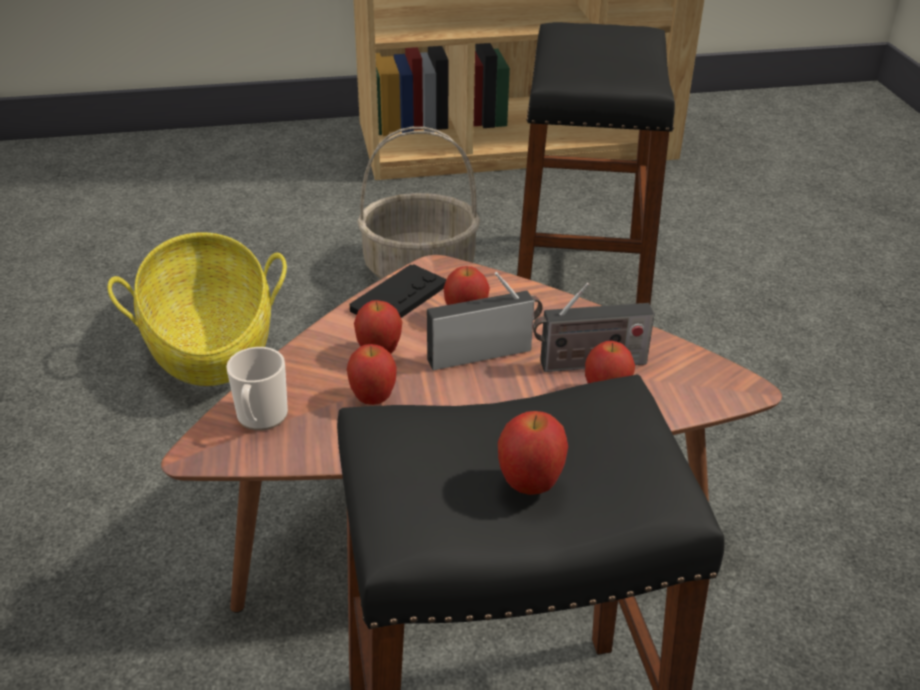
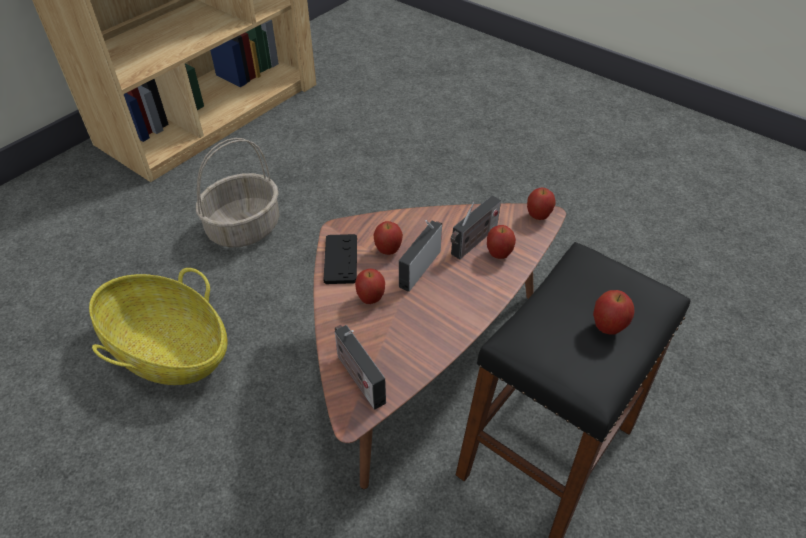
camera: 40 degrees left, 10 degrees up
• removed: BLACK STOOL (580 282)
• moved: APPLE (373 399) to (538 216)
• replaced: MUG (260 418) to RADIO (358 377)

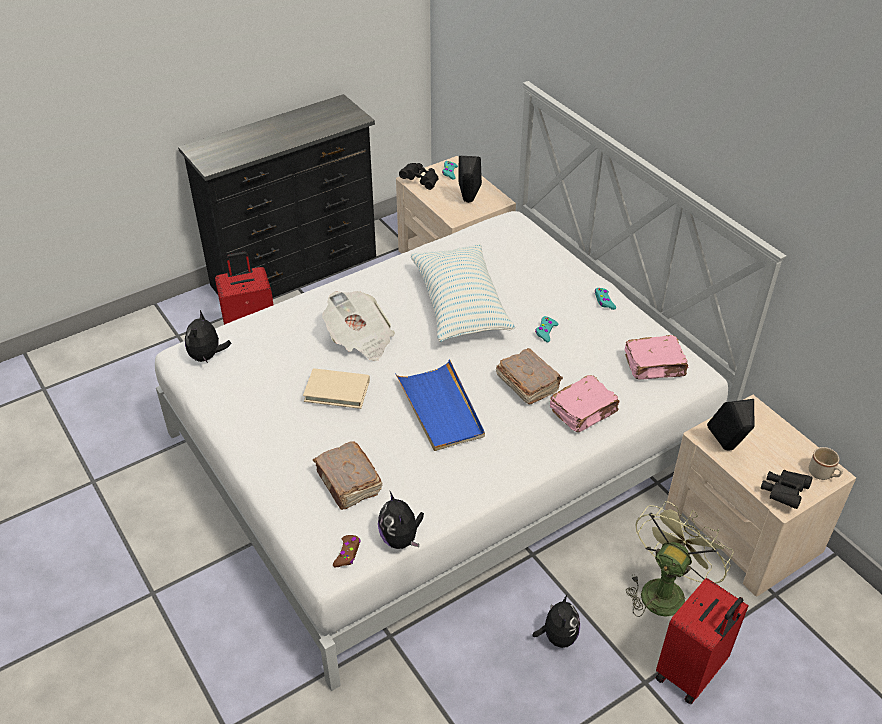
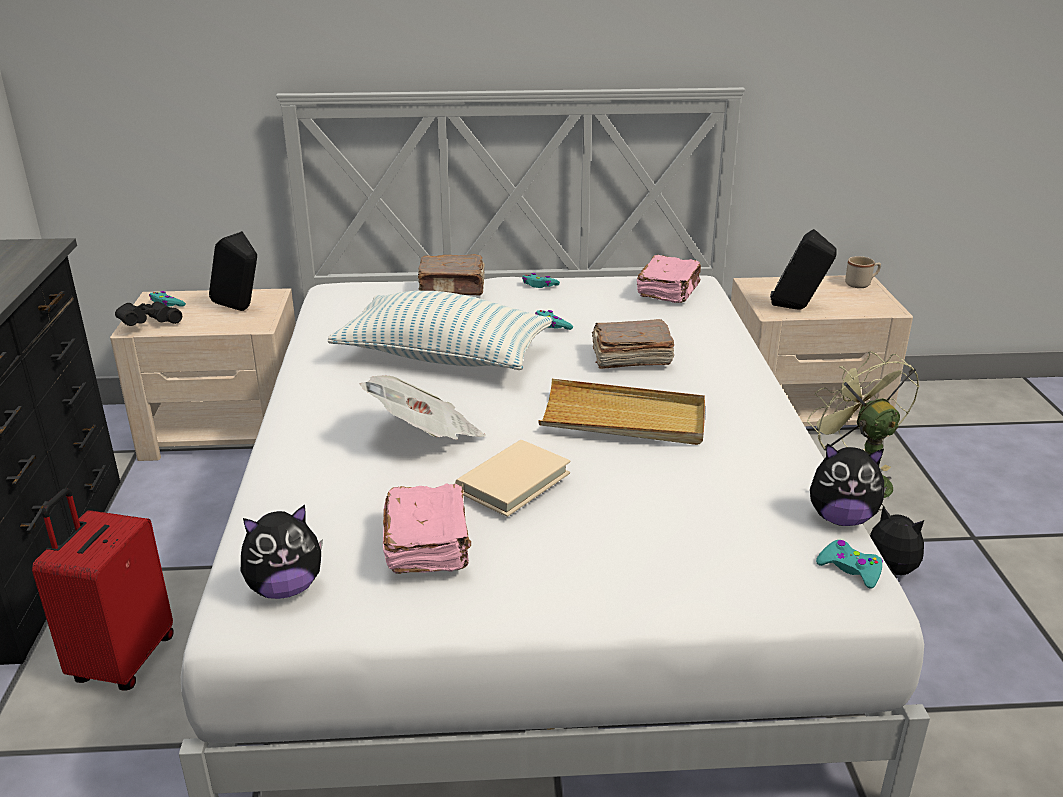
camera: 60 degrees left, 15 degrees down
• removed: RED SUITCASE (691 672)
• removed: BLACK BINOCULARS (783 493)
• moved: BROWN BOOK (348 483) to (453 288)
• moved: PINK BOOK (584 412) to (428 544)
• recoloured: BROWN GAME CONTROLLER (347 554) to TURQUOISE GAME CONTROLLER (850 569)
• recoloured: BLUE TRAY (440 408) to BEIGE TRAY (623 419)
• turned: PLUSH TOY (207 356) = (285 588) 60 degrees counterclockwise

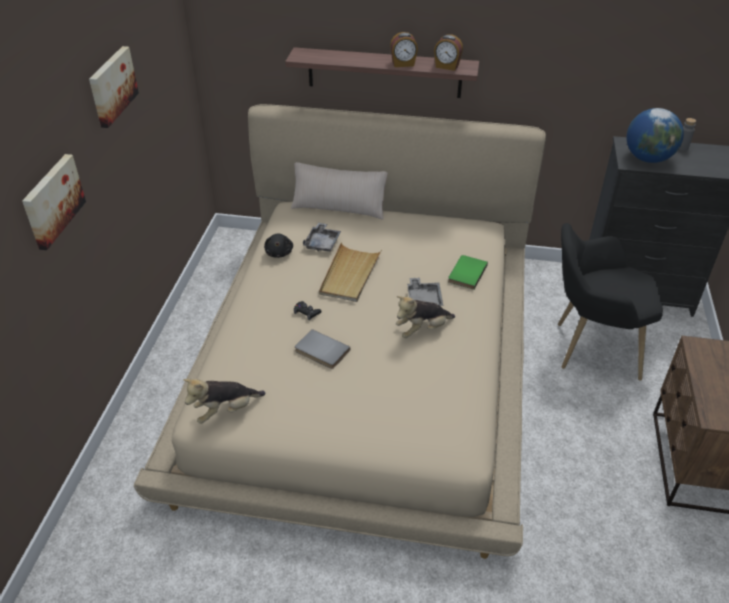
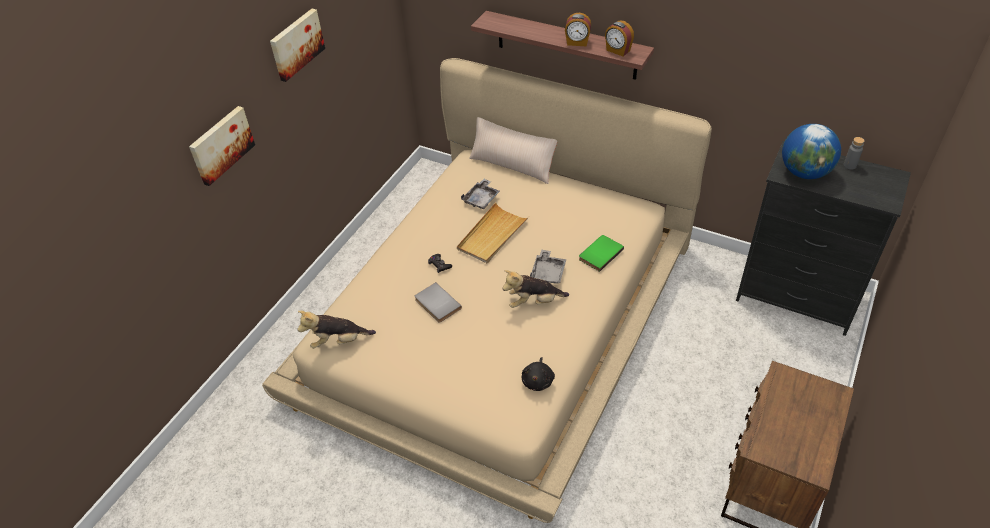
camera: 20 degrees right, 5 degrees up
• removed: BLACK ARMCHAIR (590 348)
• moved: BLACK PLUSH TOY (279 252) to (538 380)

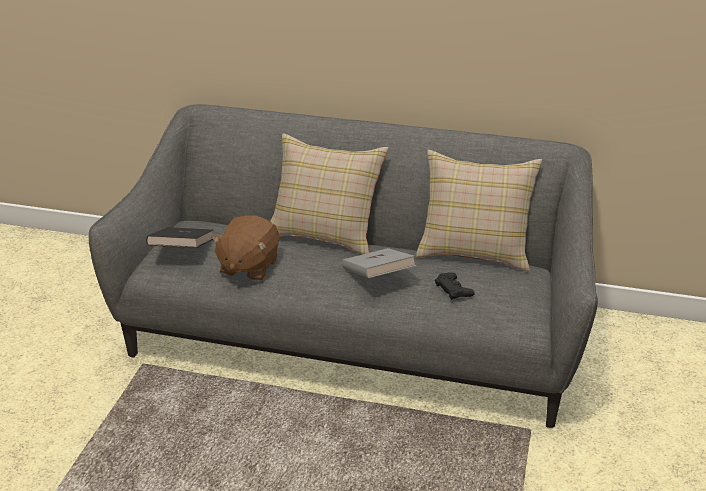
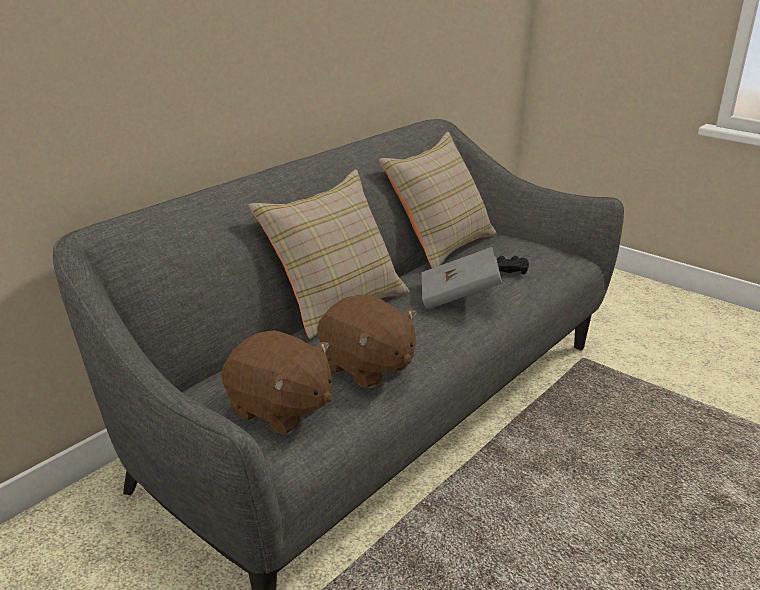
camera: 65 degrees left, 5 degrees down
• replaced: BLACK BOOK (182 252) to BROWN PLUSH TOY (280 409)

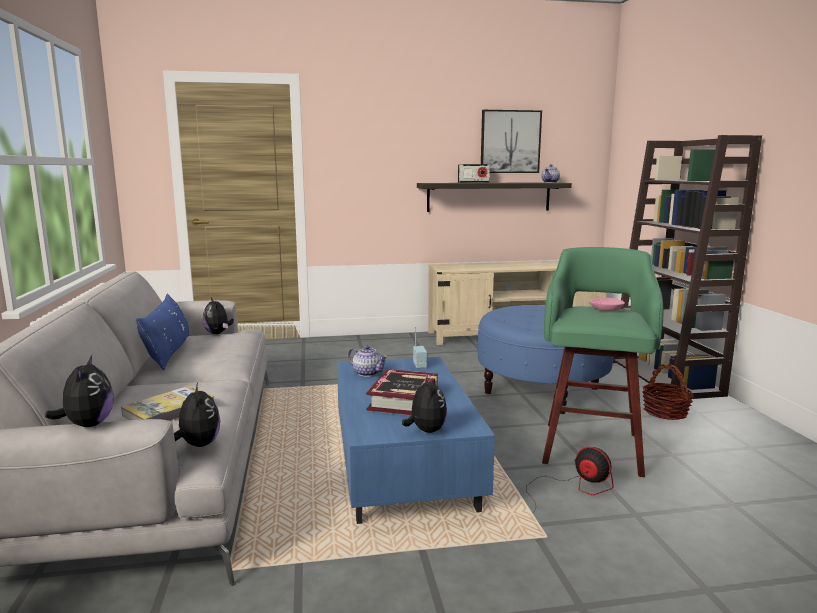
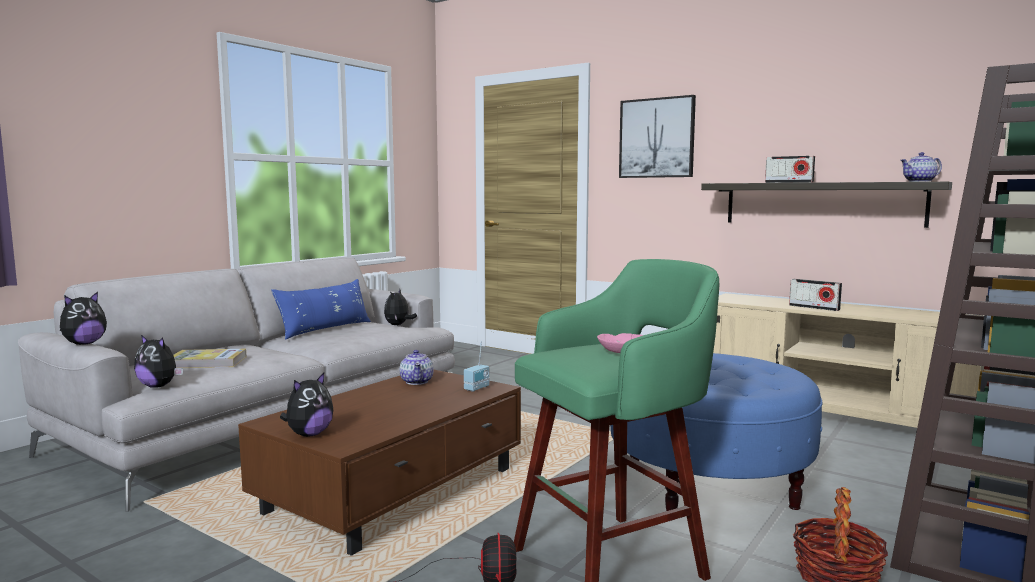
camera: 45 degrees right, 5 degrees down
• removed: BOOK (404 400)
• added: RADIO (814 307)
• moved: PICTURE (510 142) to (657 138)
• recoloured: BLUE COFFEE TABLE (403 464) to BROWN COFFEE TABLE (396 490)
• turned: PLUSH TOY (198 445) = (159 386) 90 degrees clockwise

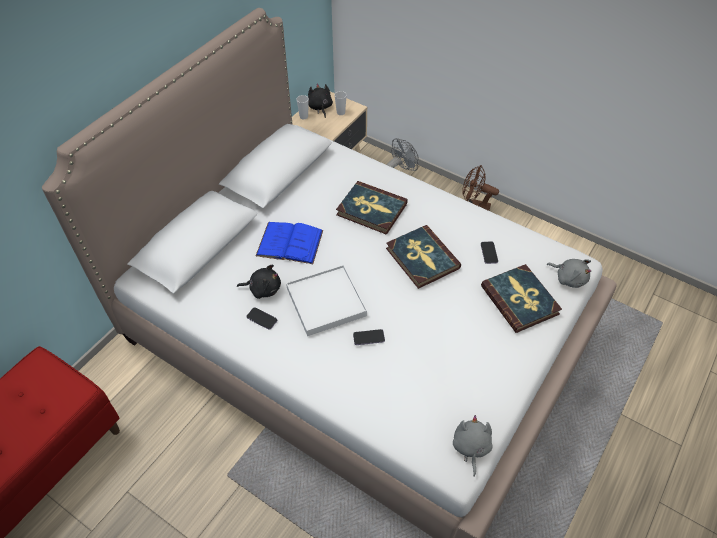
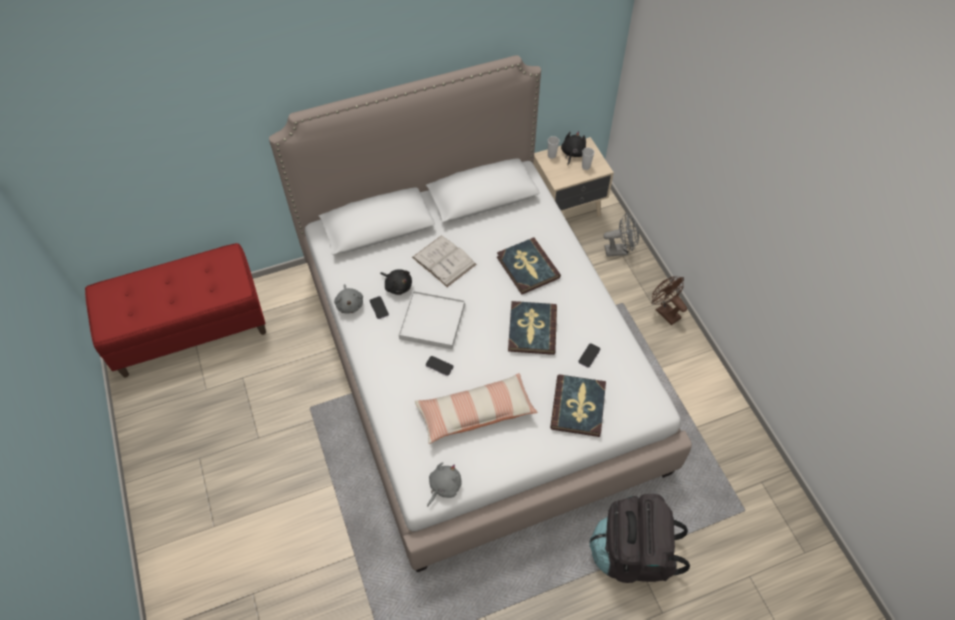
camera: 35 degrees right, 5 degrees up
• added: PILLOW (475 413)
• added: BLACK BACKPACK (632 554)
• moved: GREY PLUSH TOY (569 278) to (350 304)
• recoloured: BLUE BOOK (290 243) to WHITE BOOK (444 261)

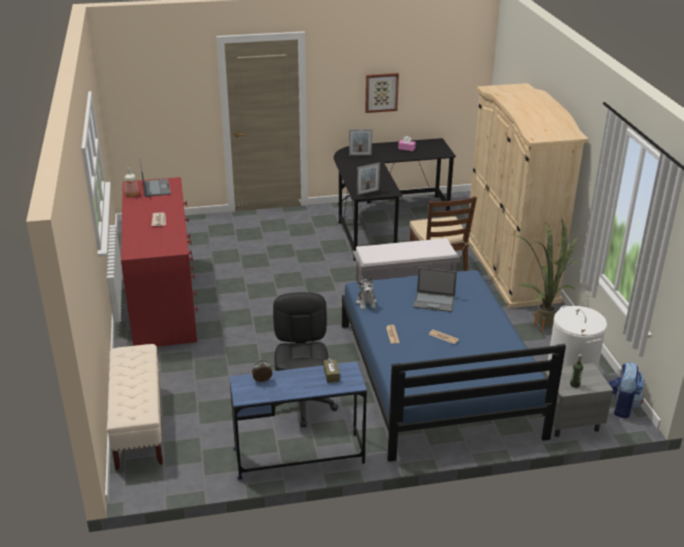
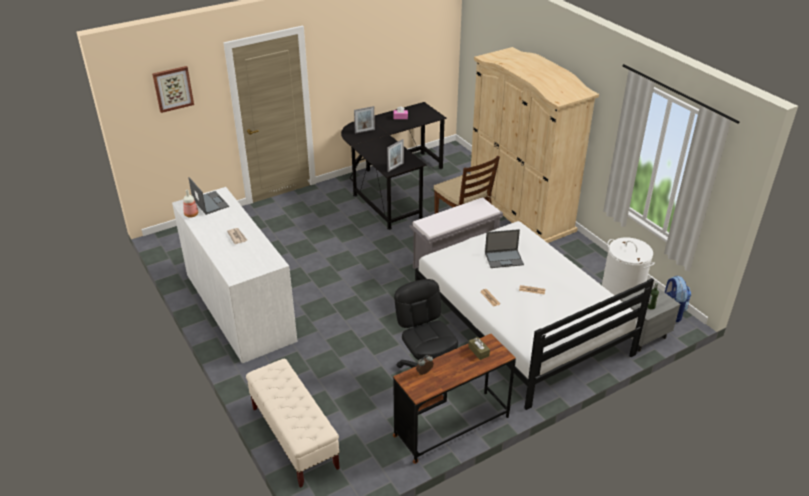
camera: 20 degrees left, 5 degrees up
• removed: PLUSH TOY (366 302)
• removed: POTTED PLANT (541 325)
• moved: PICTURE (381 92) to (173 88)
• recoloured: RED DRESSER (163 299) to WHITE DRESSER (239 306)
• recoloured: BLUE DESK (299 456) to BROWN DESK (452 426)
• recoloured: BLUE BED (436 378) to WHITE BED (520 323)

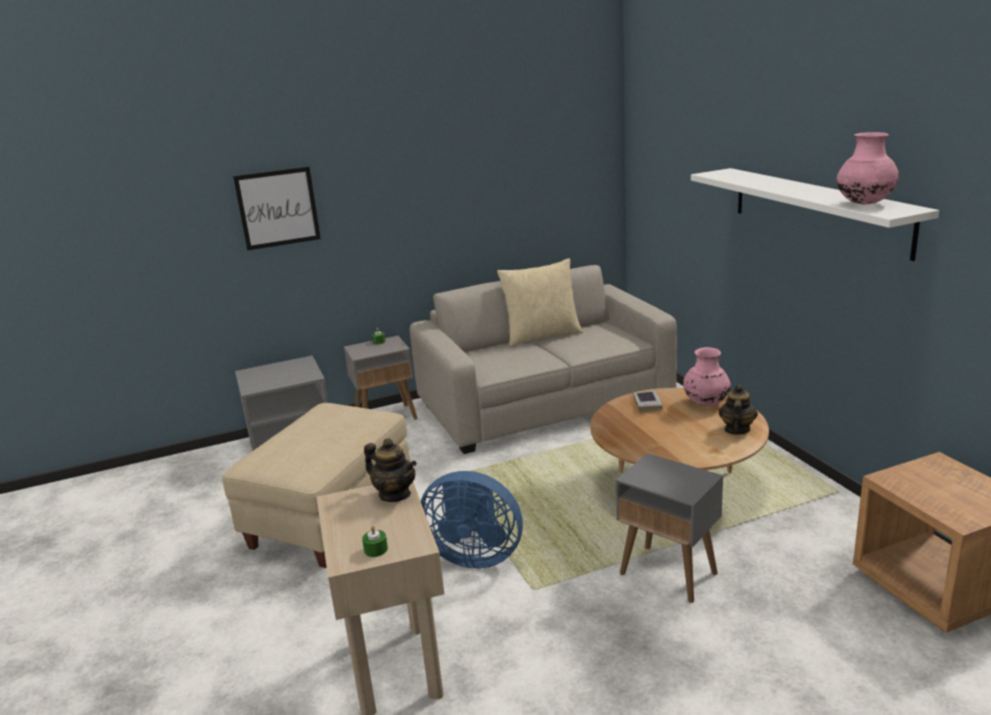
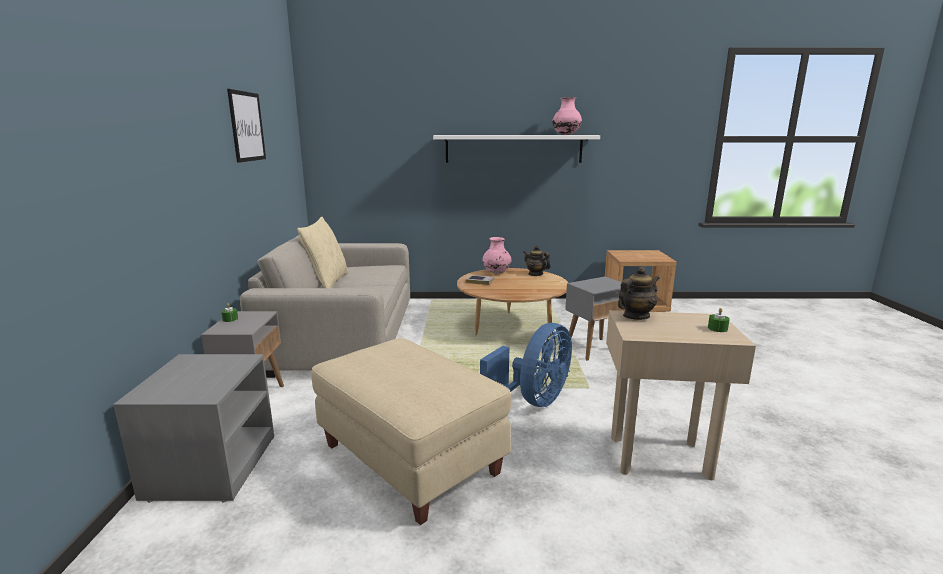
camera: 70 degrees left, 5 degrees down
• moved: PICTURE (278 208) to (247 126)

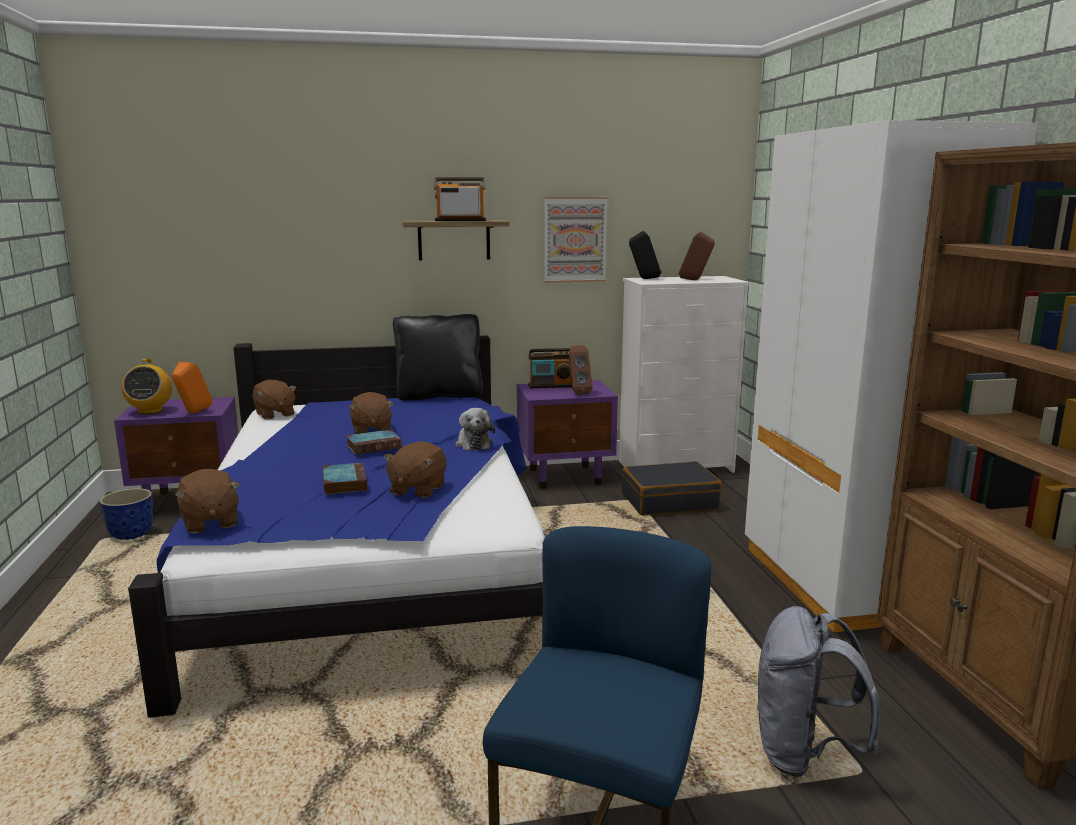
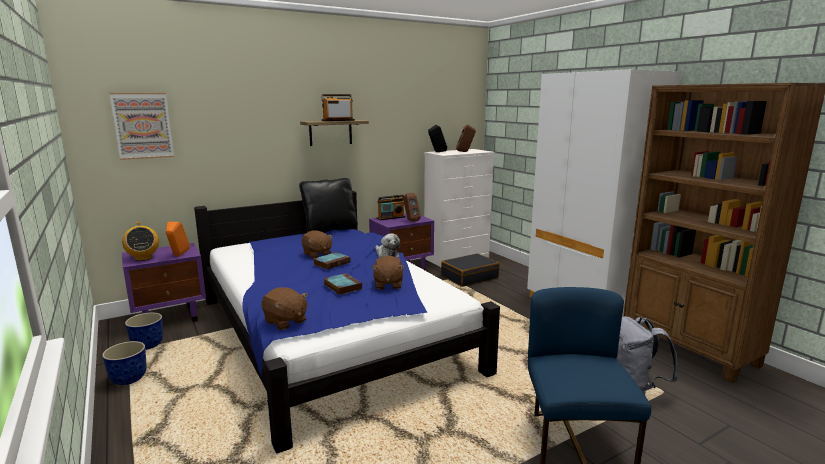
camera: 20 degrees left, 0 degrees up
• removed: BROWN PLUSH TOY (274 414)
• added: PLANTER (129 379)
• moved: PICTURE (575 239) to (143 125)

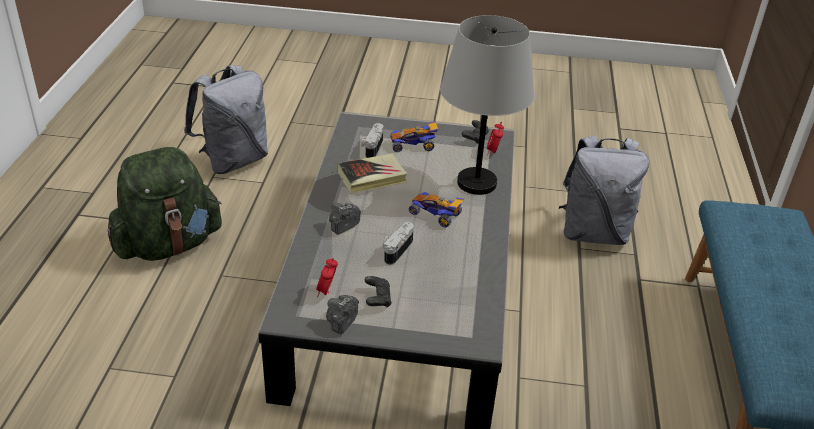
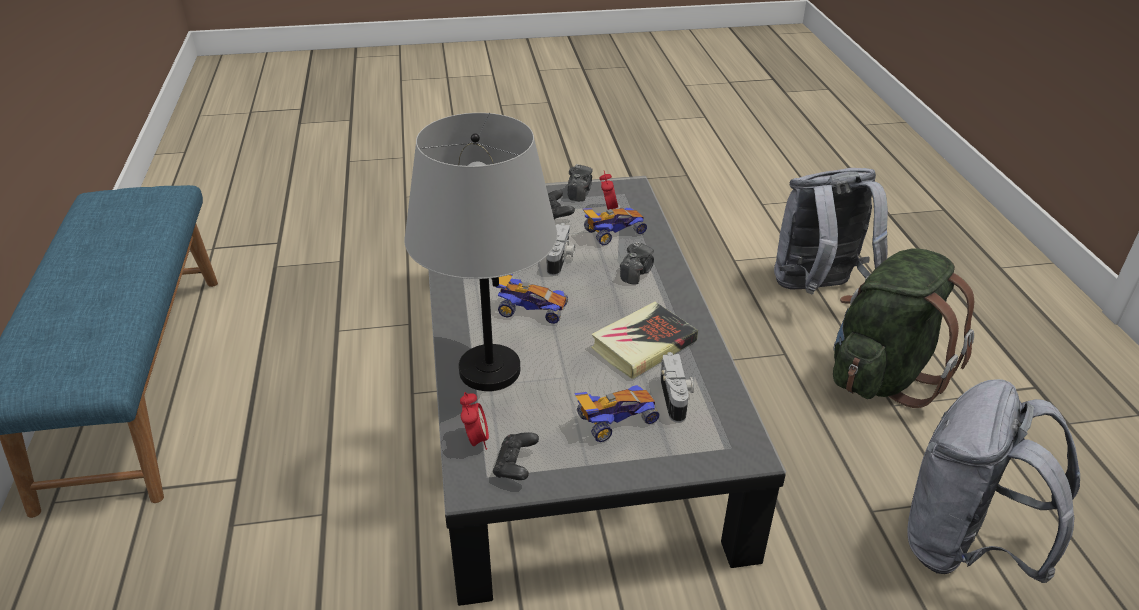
camera: 165 degrees right, 0 degrees up
• added: TOY CAR (613 233)
• moved: GREY BACKPACK (593 233) to (817 290)

